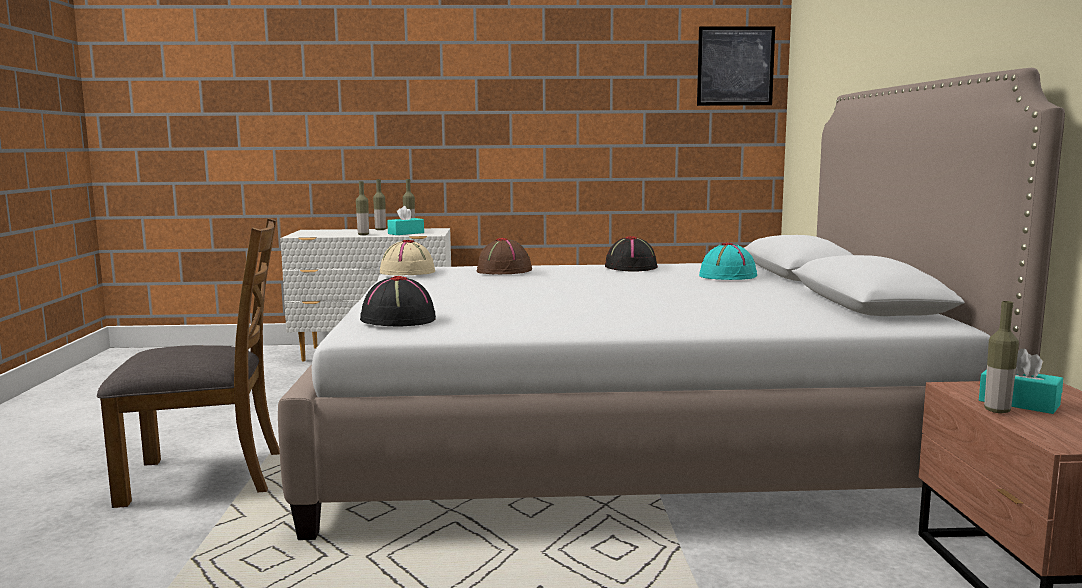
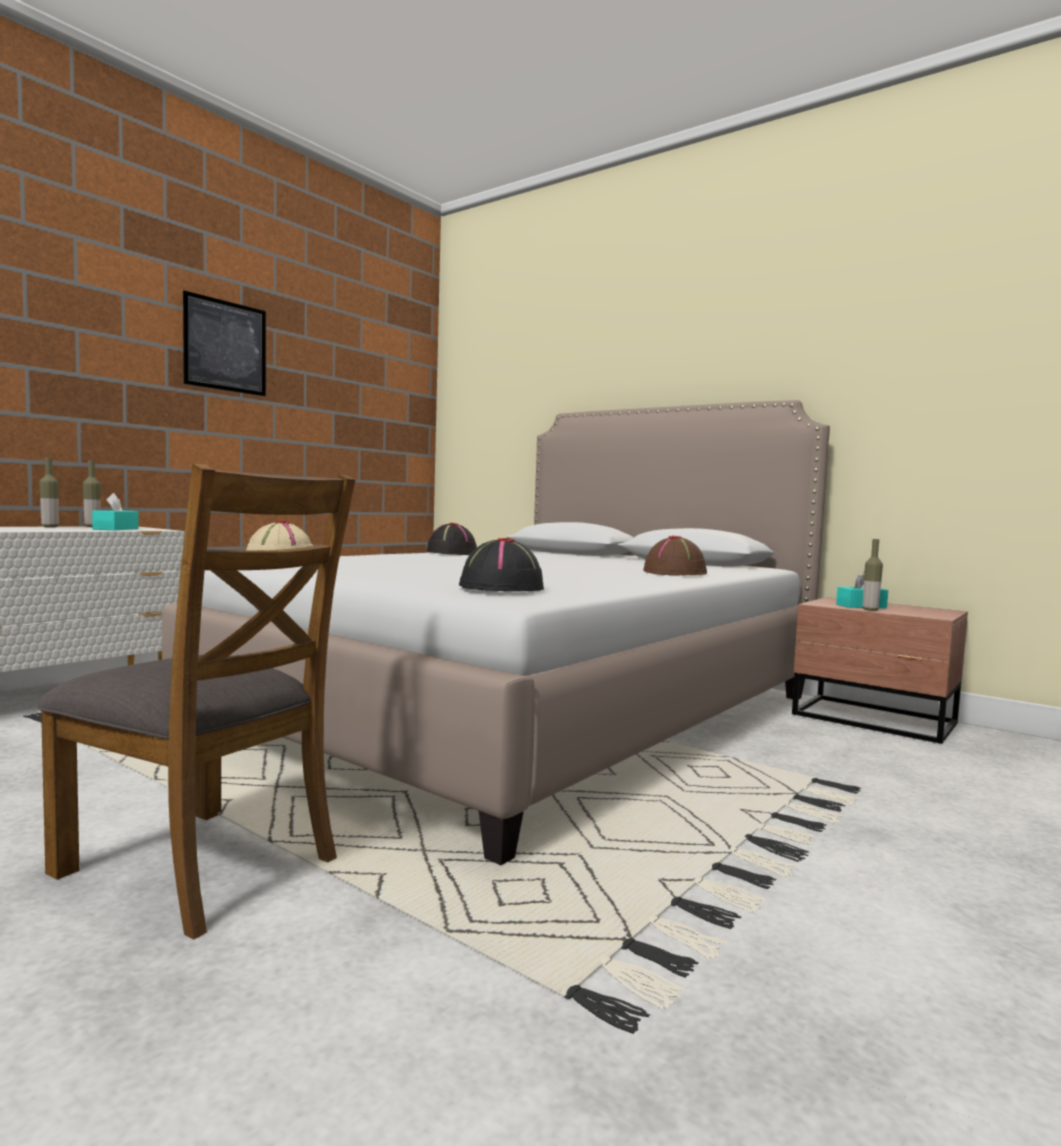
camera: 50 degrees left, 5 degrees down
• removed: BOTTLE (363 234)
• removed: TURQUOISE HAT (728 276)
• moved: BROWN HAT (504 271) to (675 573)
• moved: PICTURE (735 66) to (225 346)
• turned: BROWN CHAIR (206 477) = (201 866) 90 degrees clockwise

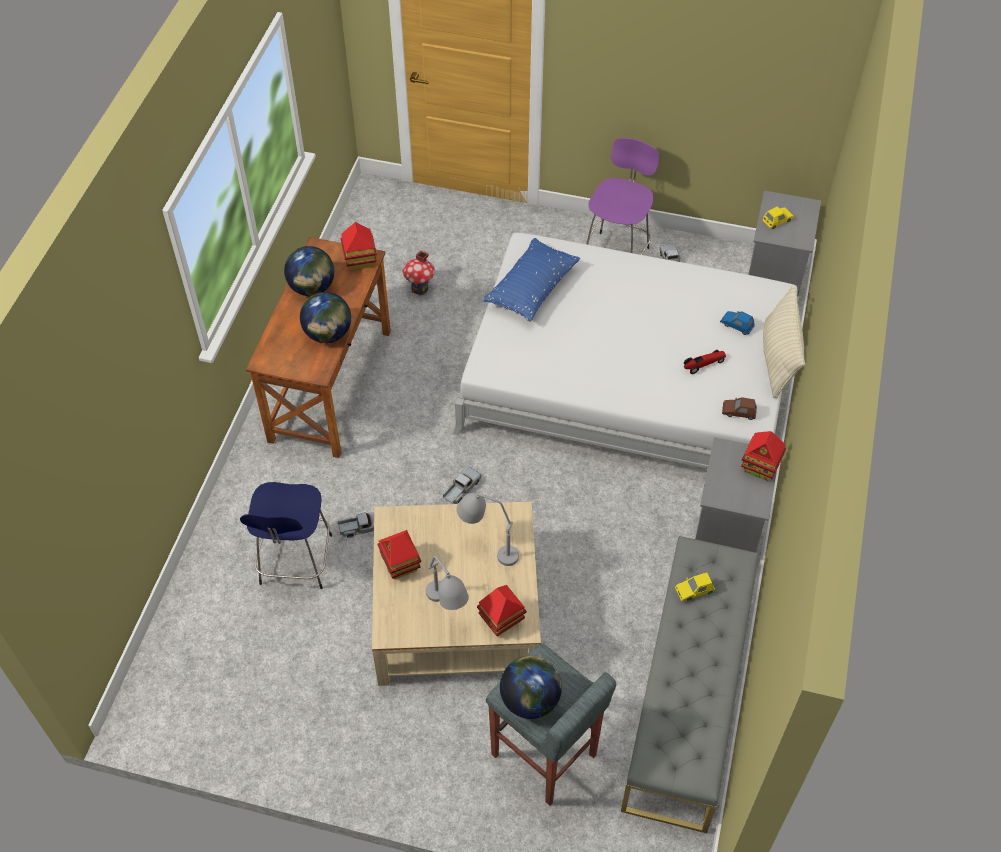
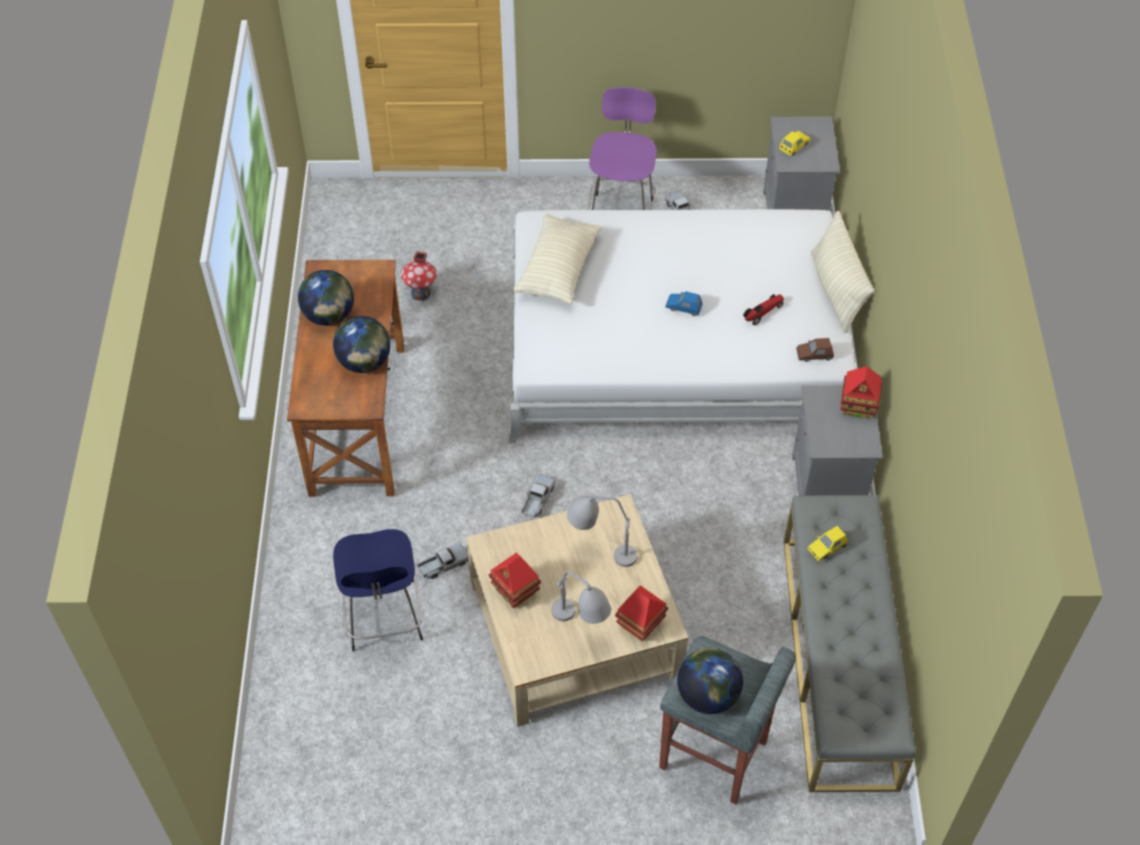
camera: 15 degrees left, 0 degrees up
• removed: TOY HOUSE (360 261)
• moved: BLUE TOY CAR (737 325) to (683 307)
• recoloured: BLUE PILLOW (531 289) to BEIGE PILLOW (557 269)

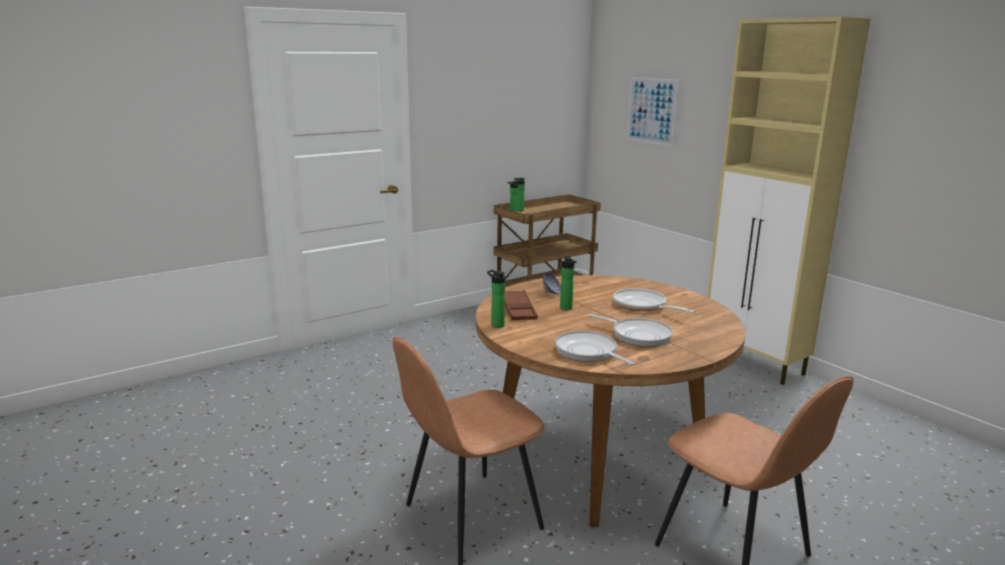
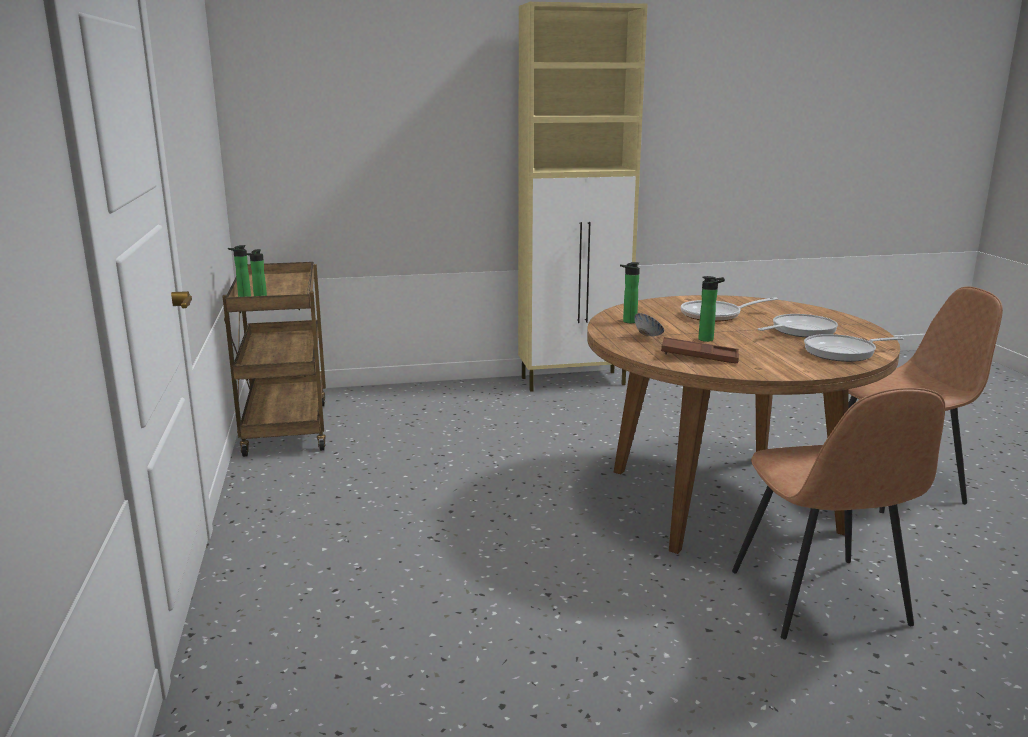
camera: 65 degrees left, 0 degrees up
• removed: PICTURE (651 111)
• moved: BOTTLE (496 325) to (628 322)

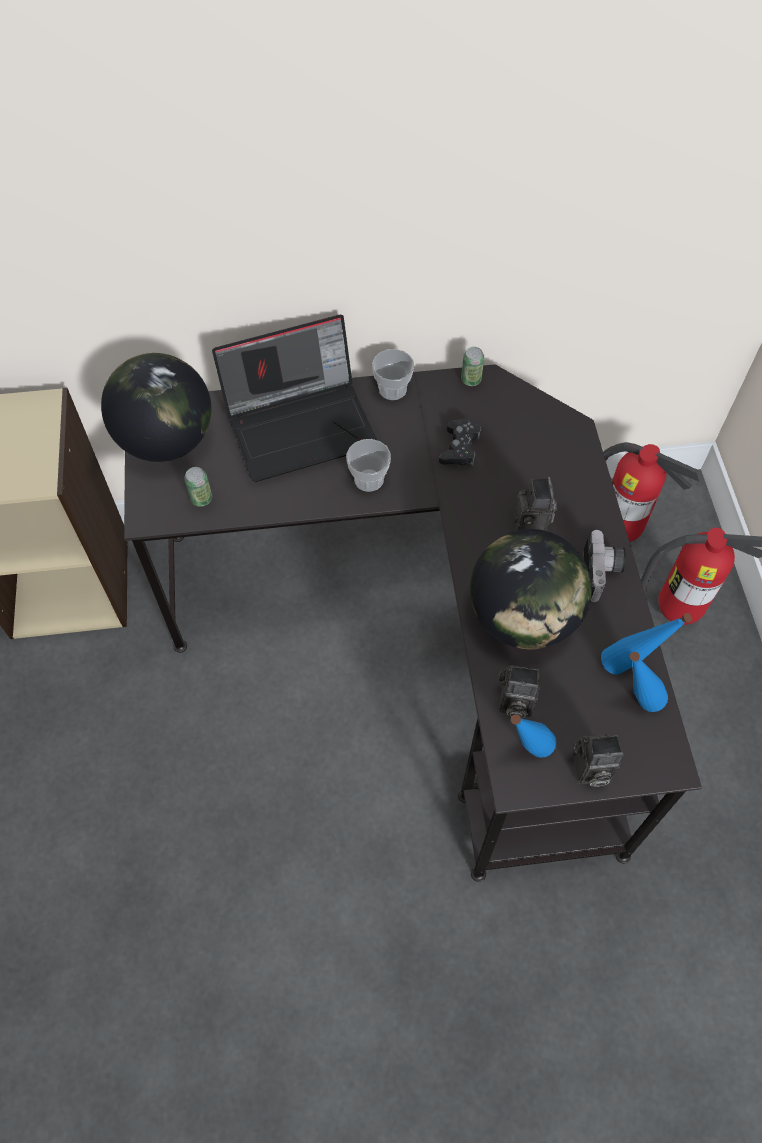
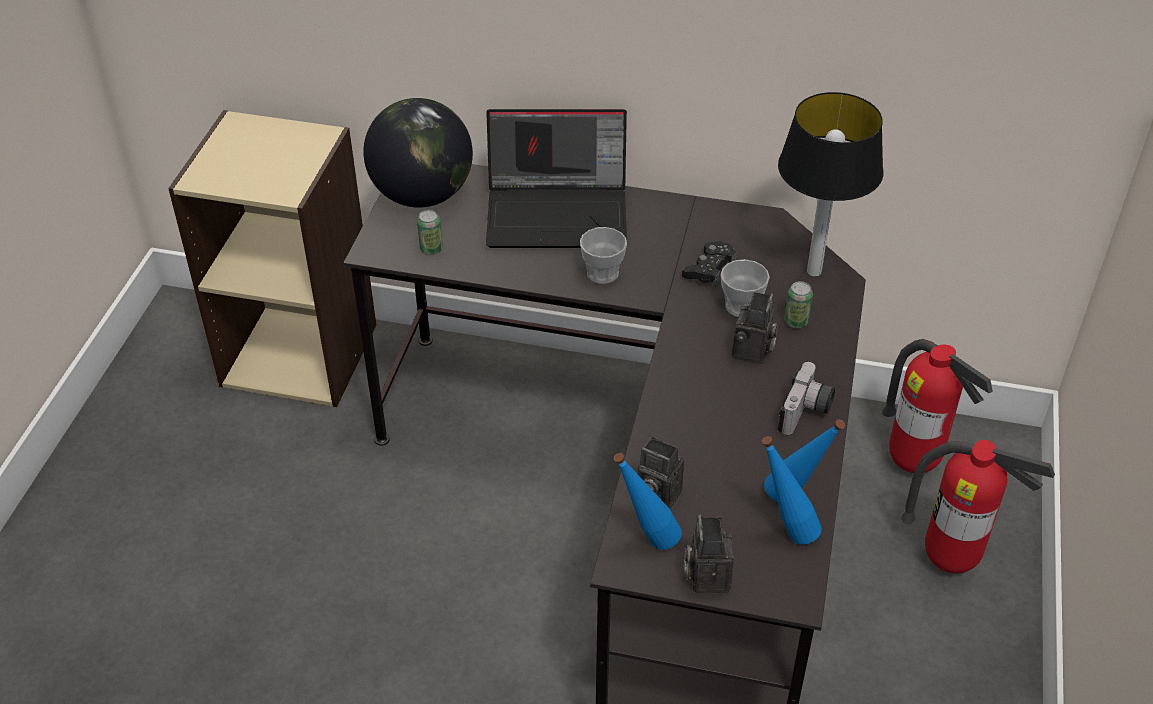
camera: 20 degrees right, 15 degrees down
• removed: GLOBE (522 617)
• added: TABLE LAMP (815 271)
• moved: CUP (392 389) to (741 306)
• moved: CAN (471 379) to (796 321)
• turned: PHOTO CAMERA (589 770) = (706 576) 75 degrees clockwise

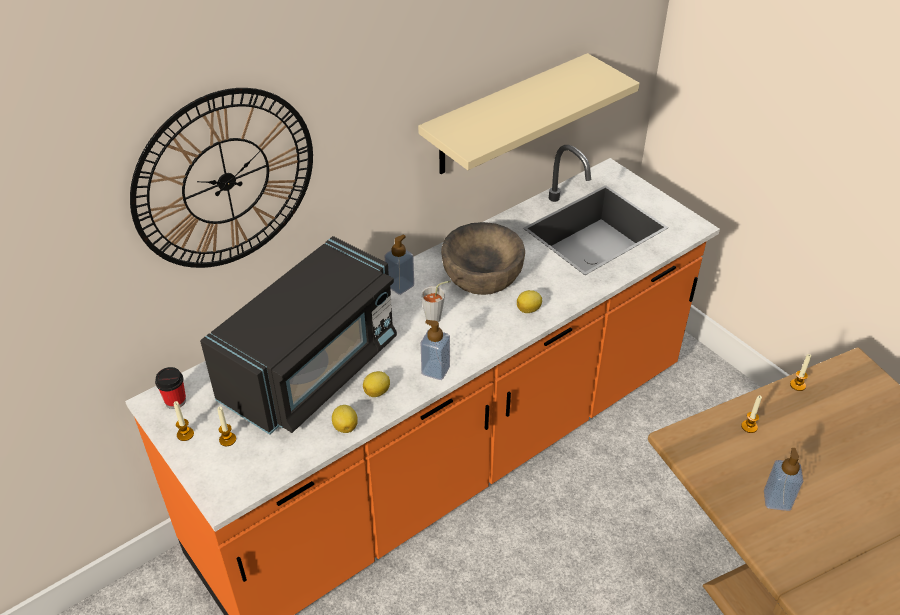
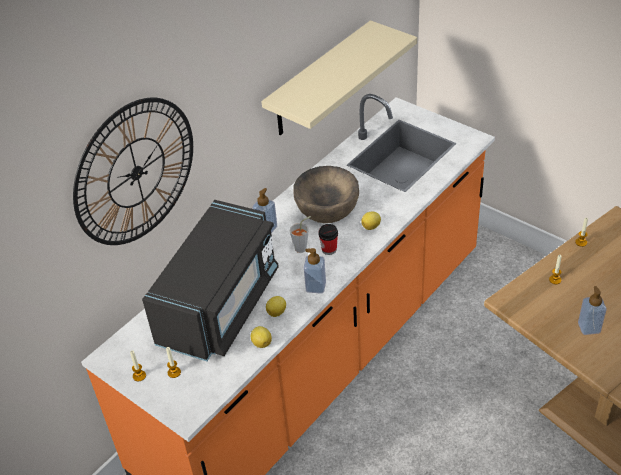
camera: 10 degrees left, 0 degrees up
• moved: CUP (175 401) to (329 249)

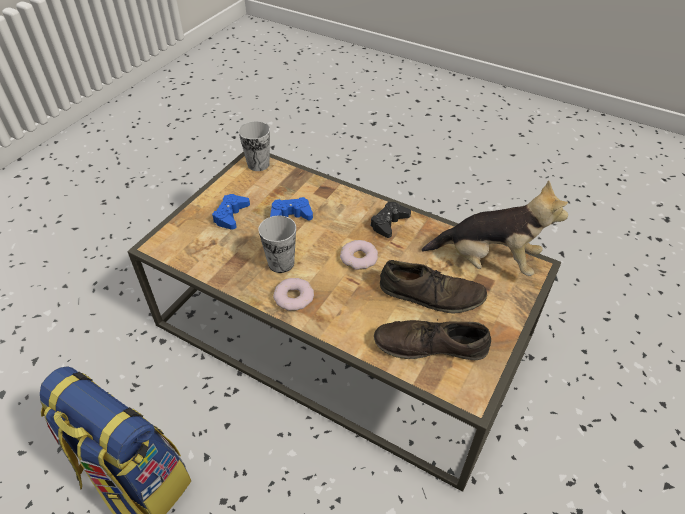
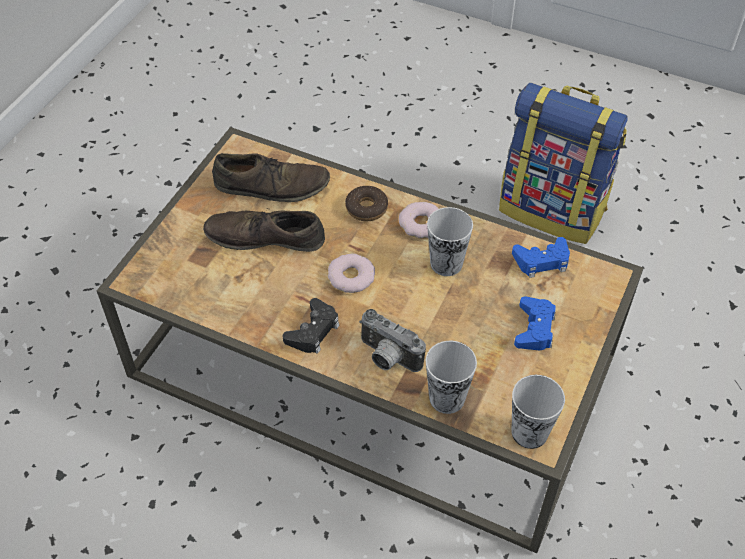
camera: 175 degrees right, 5 degrees up
• removed: PLUSH TOY (488 261)
• added: DONUT (366 208)
• added: PHOTO CAMERA (387 358)
• added: CUP (447 398)
• moved: BLUE GAME CONTROLLER (291 215) to (542 261)

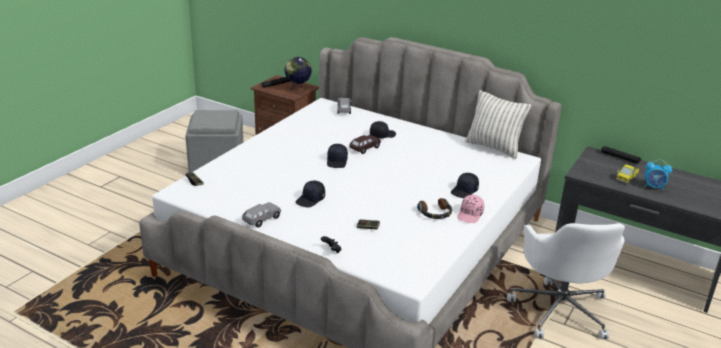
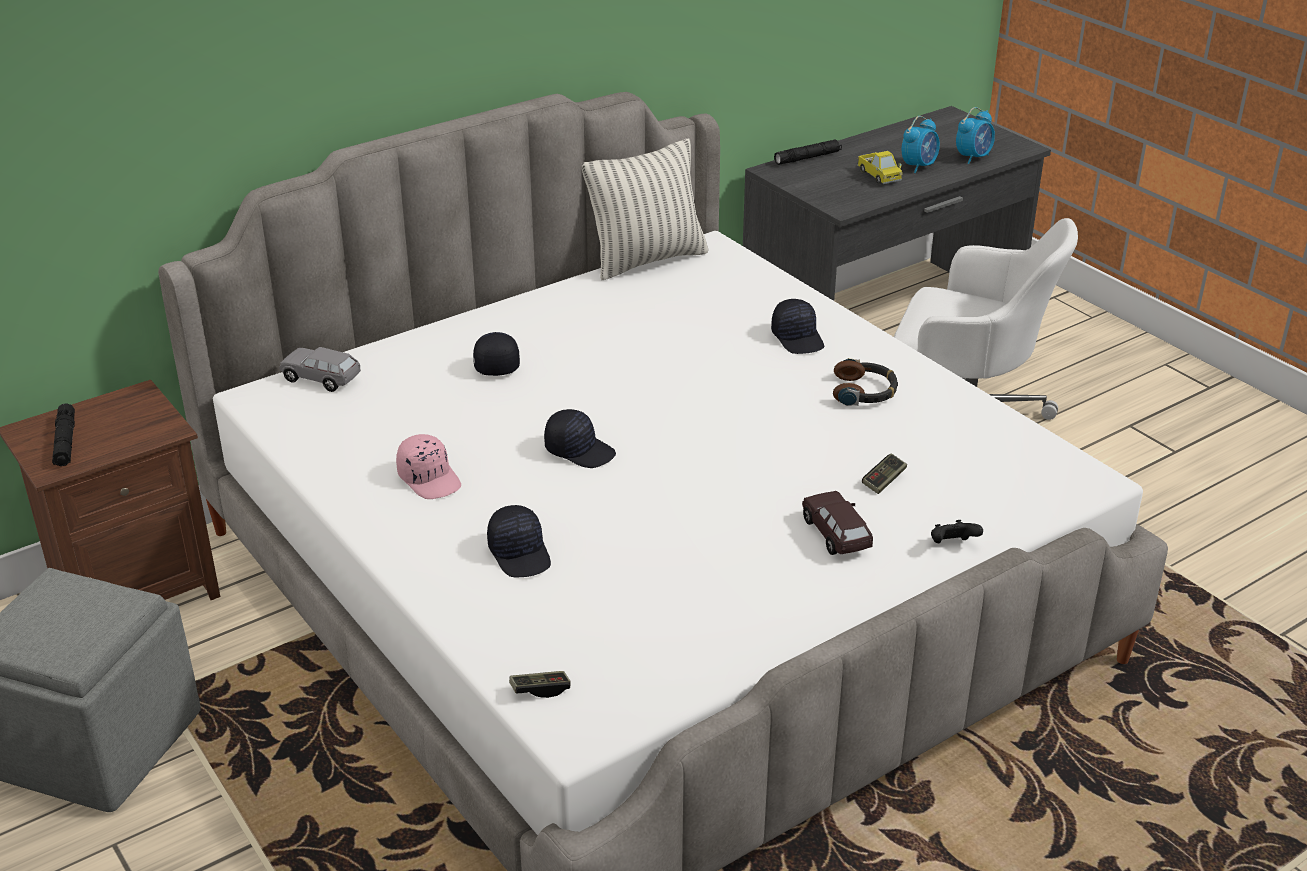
camera: 65 degrees left, 5 degrees up
• removed: GREY TOY CAR (261 219)
• removed: GLOBE (298 90)
• added: ALARM CLOCK (973 157)
• moved: BLACK CAP (310 200) to (520 554)
• moved: BROWN TOY CAR (365 148) to (836 535)
• moved: PINK CAP (470 215) to (430 479)

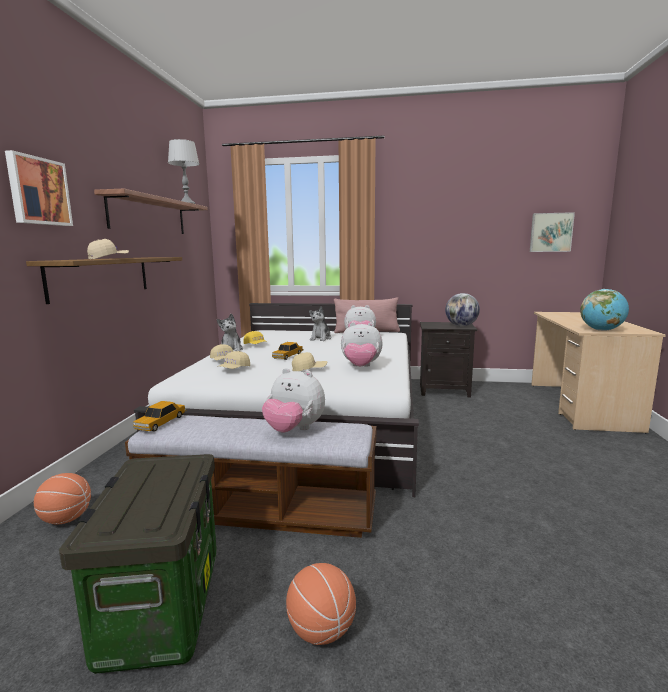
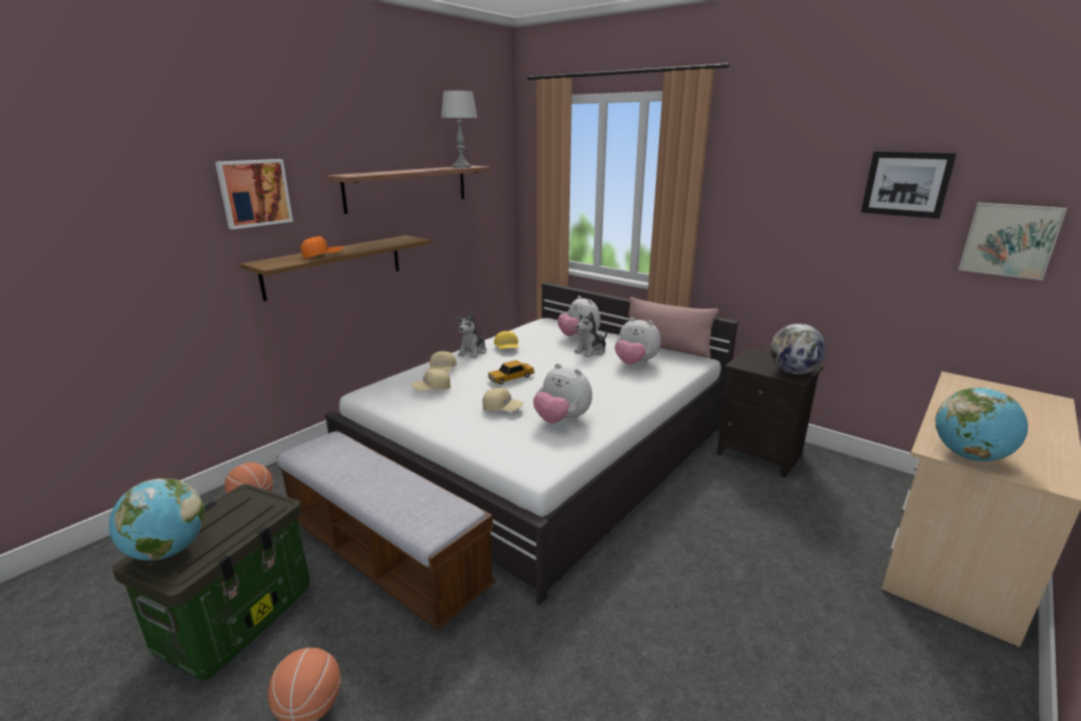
camera: 30 degrees right, 10 degrees up
• removed: TOY CAR (161 422)
• added: GLOBE (167 551)
• added: PICTURE (906 184)
• moved: PLUSH TOY (294 430) to (579 337)
• recoloured: BEIGE CAP (108 258) to ORANGE CAP (323 256)

